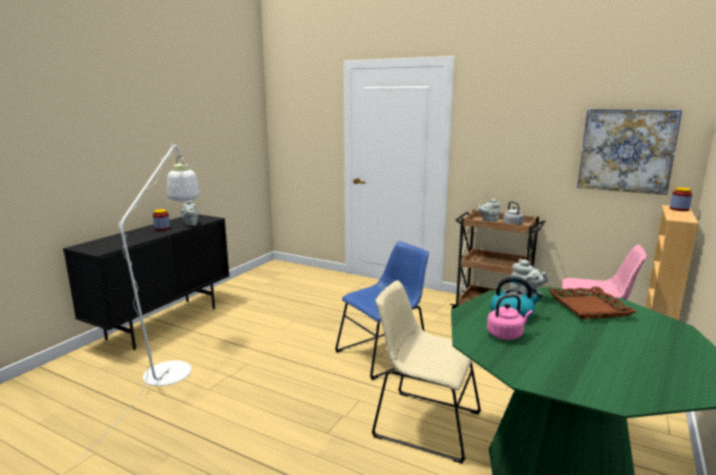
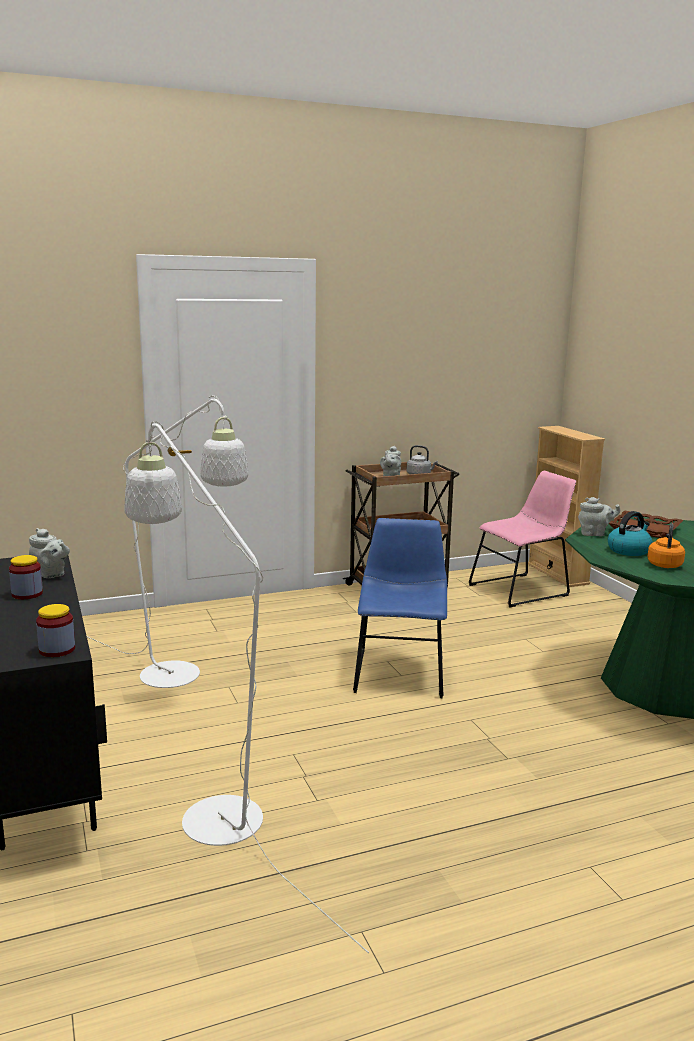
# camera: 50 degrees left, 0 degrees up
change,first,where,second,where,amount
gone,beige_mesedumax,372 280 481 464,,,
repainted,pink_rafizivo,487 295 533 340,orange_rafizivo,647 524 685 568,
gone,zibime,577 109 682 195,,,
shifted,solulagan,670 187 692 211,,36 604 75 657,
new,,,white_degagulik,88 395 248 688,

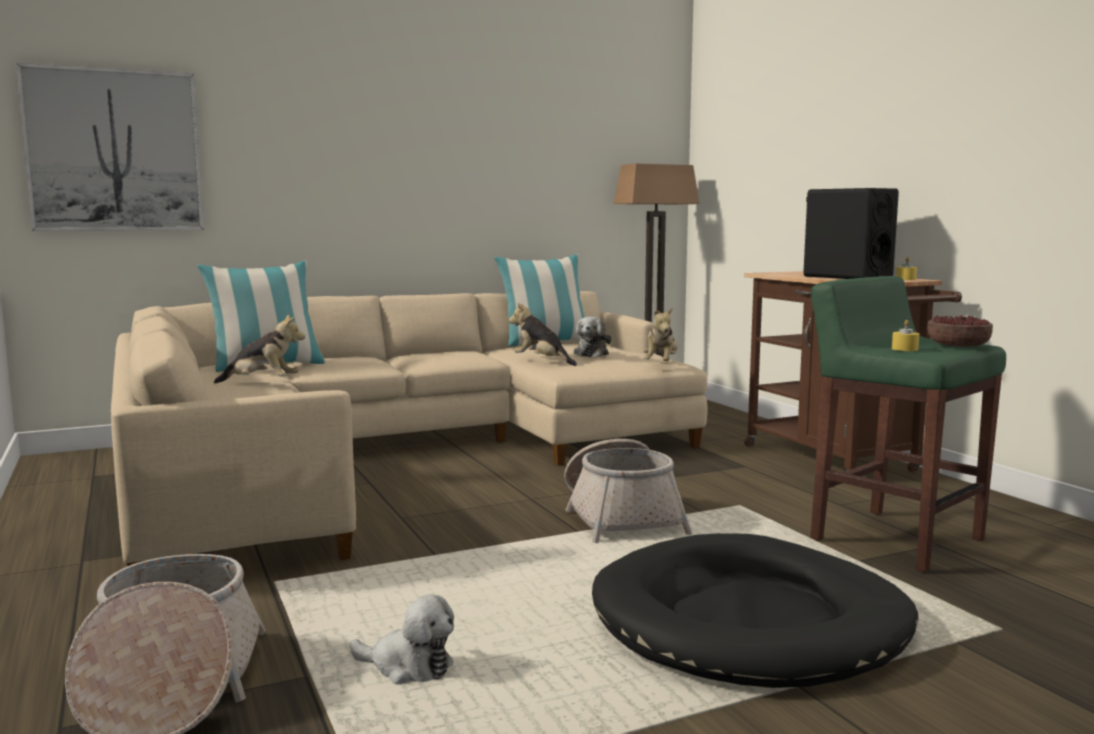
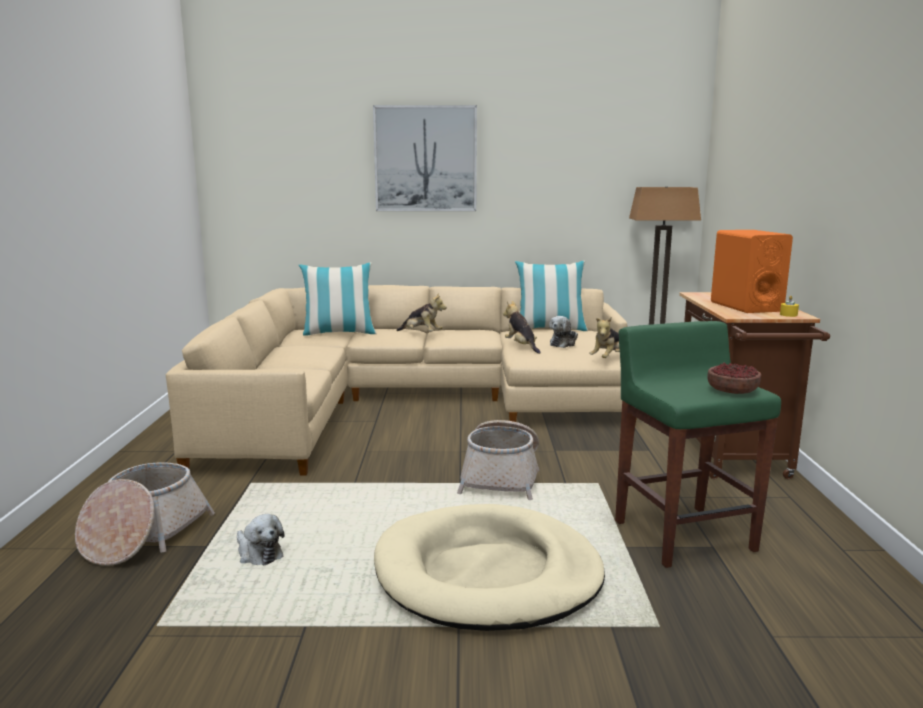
# camera: 25 degrees right, 5 degrees up
change,first,where,second,where,amount
shifted,zibime,16 63 204 231,,373 105 477 211,
shifted,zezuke,214 314 305 384,,396 293 447 331,
repainted,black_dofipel,592 533 918 688,beige_dofipel,374 504 605 631,
repainted,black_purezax,803 188 899 279,orange_purezax,711 230 793 313,
gone,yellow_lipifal,892 320 919 351,,,

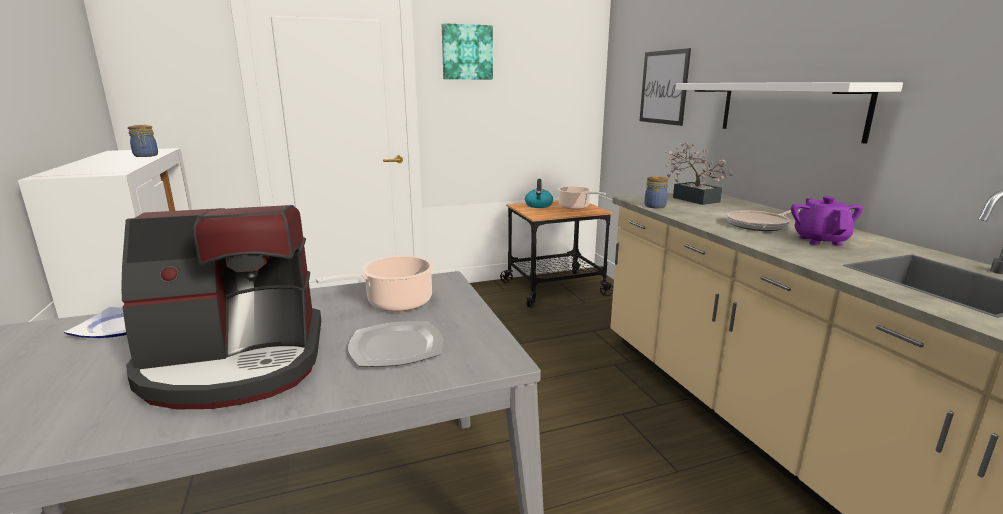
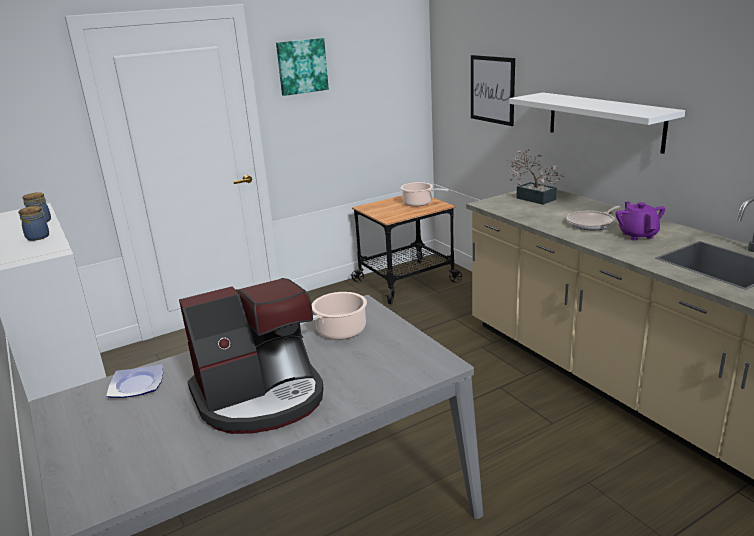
# camera: 10 degrees left, 5 degrees up
change,first,where,second,where,amount
gone,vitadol,348 321 443 367,,,
gone,rafizivo,525 179 553 208,,,
shifted,solulagan,644 176 668 209,,18 206 49 241,

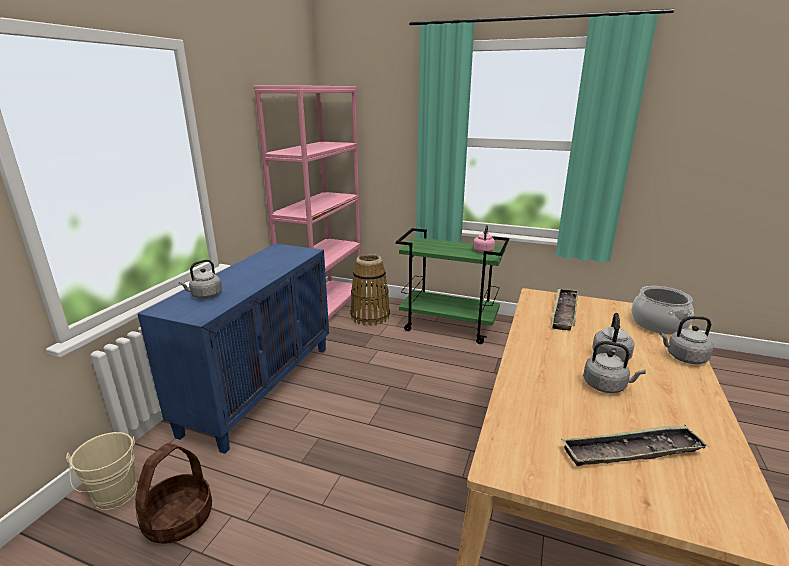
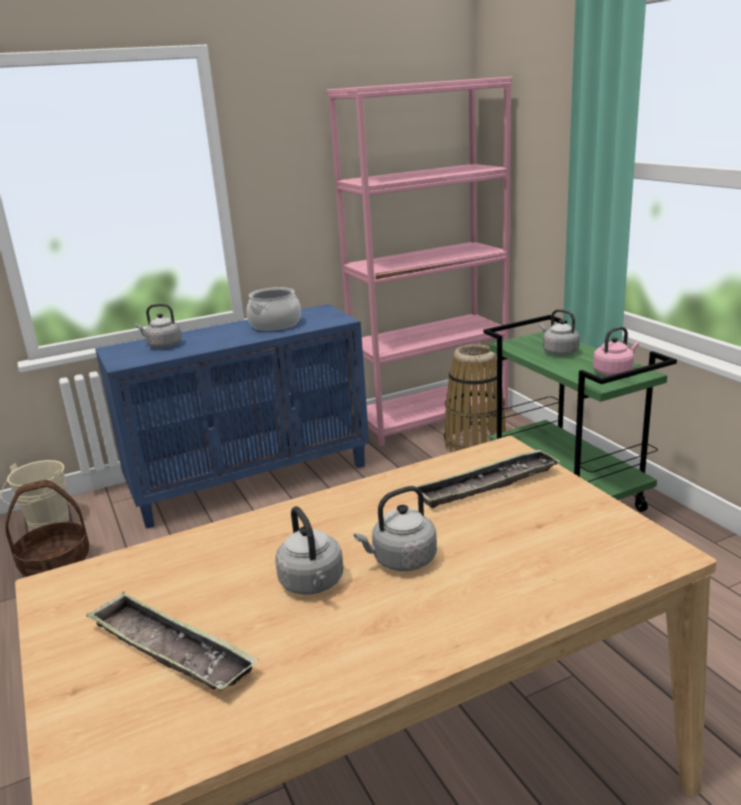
# camera: 45 degrees right, 0 degrees up
change,first,where,second,where,amount
shifted,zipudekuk,631 286 694 335,,247 287 301 331,
shifted,grey_rafizivo,660 316 713 364,,540 309 580 355,

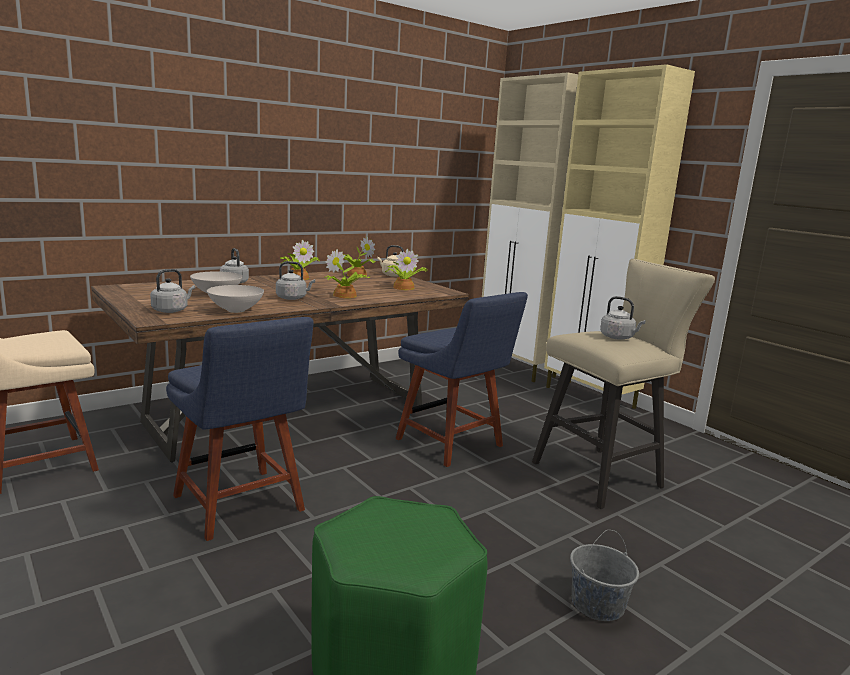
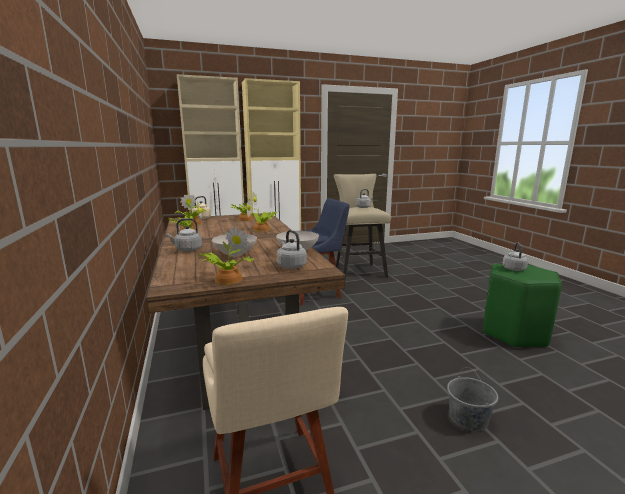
# camera: 70 degrees left, 0 degrees up
change,first,where,second,where,amount
gone,blue_mesedumax,166 317 314 541,,,
shifted,grey_rafizivo,276 261 315 300,,502 243 528 271,
shifted,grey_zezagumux,570 530 639 621,,447 367 498 431,
new,,,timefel,199 226 254 285,

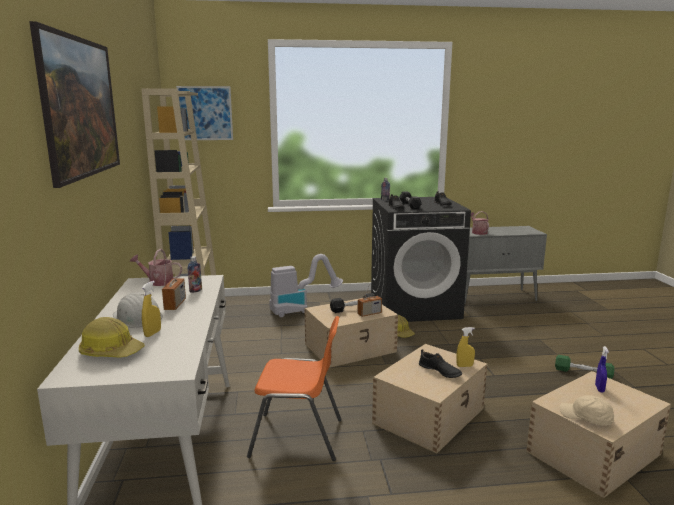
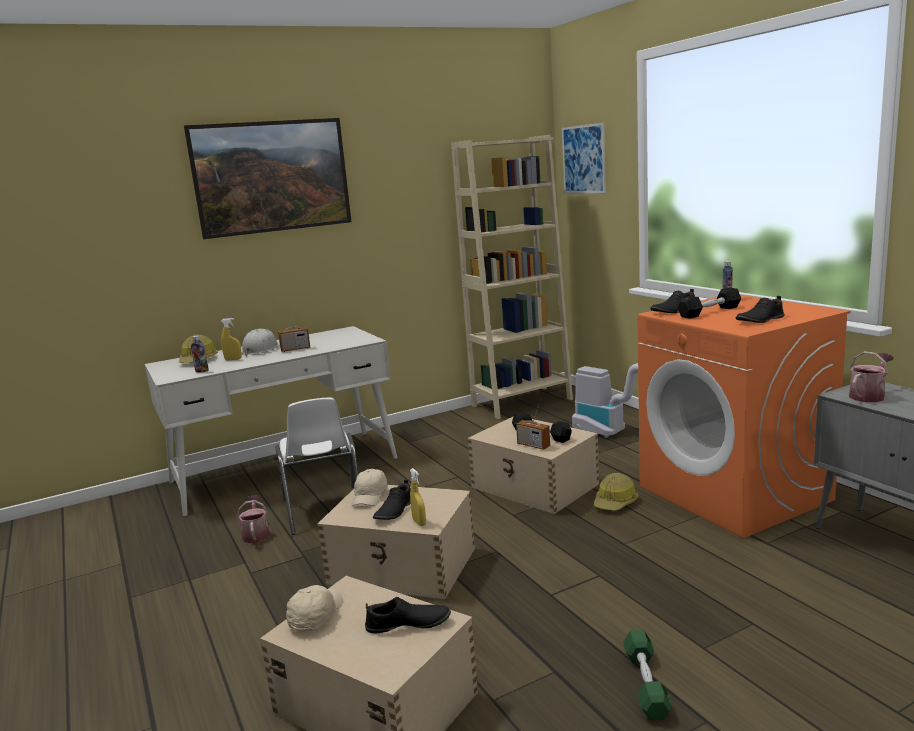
# camera: 70 degrees right, 0 degrees up
change,first,where,second,where,amount
shifted,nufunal,129 249 182 286,,237 496 270 543,
shifted,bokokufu,188 256 202 293,,191 336 209 372,
repainted,orange_mesedumax,247 316 342 461,white_mesedumax,275 398 359 535,
repainted,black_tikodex,371 197 471 322,orange_tikodex,637 295 850 538,
swapped,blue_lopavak,595 346 609 392,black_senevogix,365 597 451 633,
new,,,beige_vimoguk,352 469 388 506,

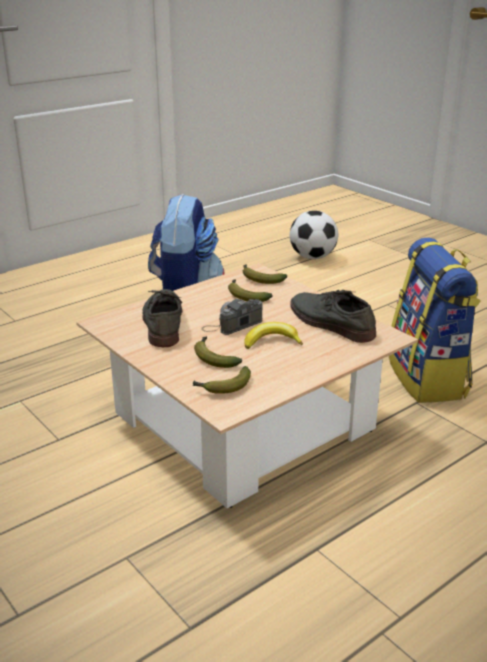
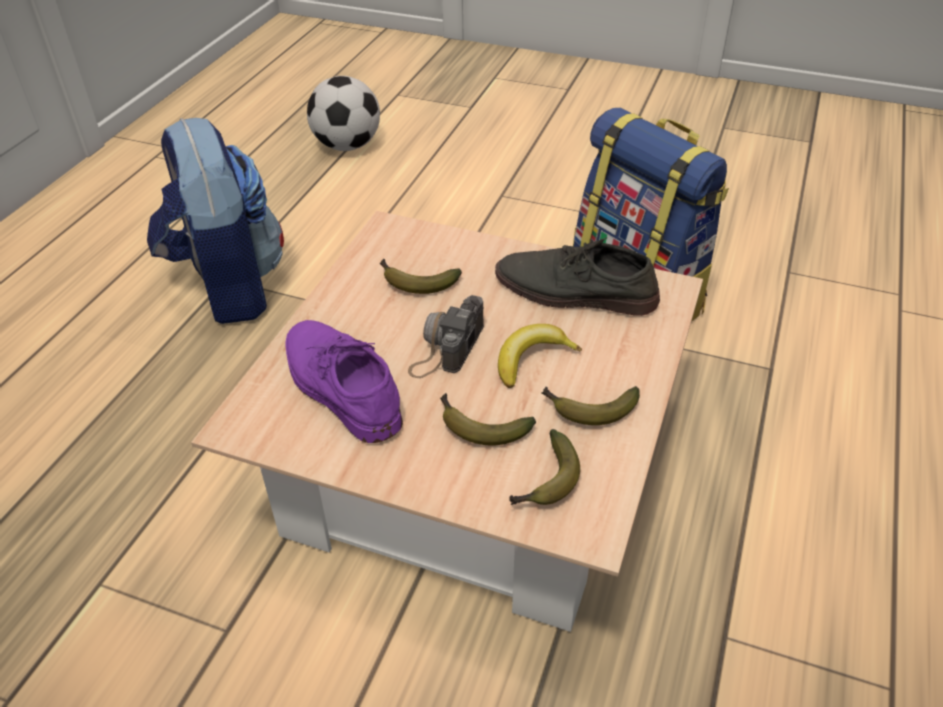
# camera: 30 degrees left, 15 degrees up
change,first,where,second,where,amount
repainted,grey_senevogix,143 289 182 347,purple_senevogix,286 320 403 443,
shifted,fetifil,243 264 287 284,,542 386 640 425,

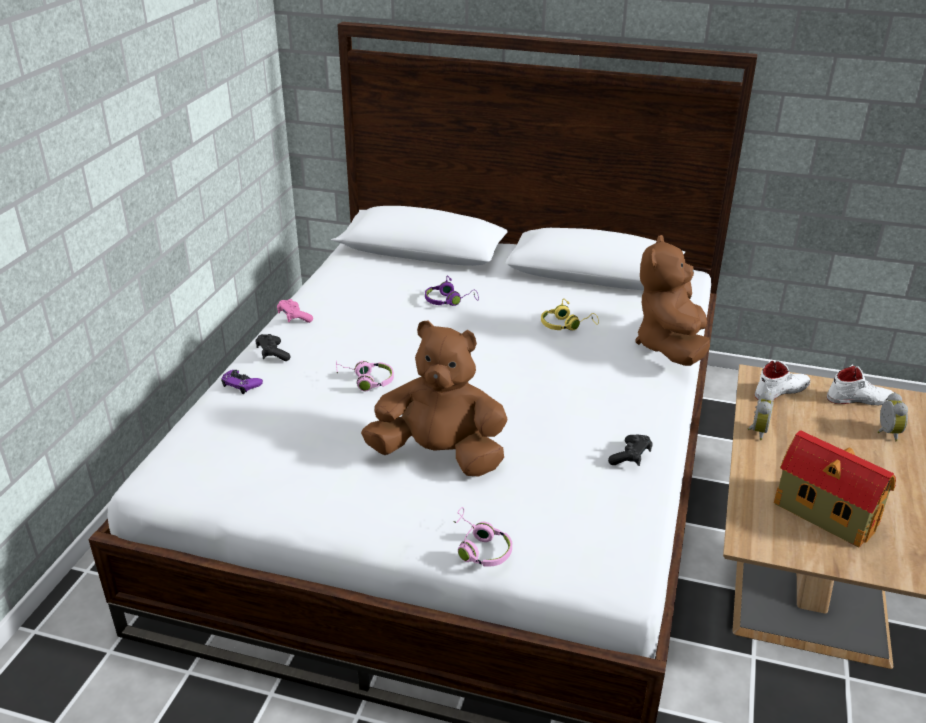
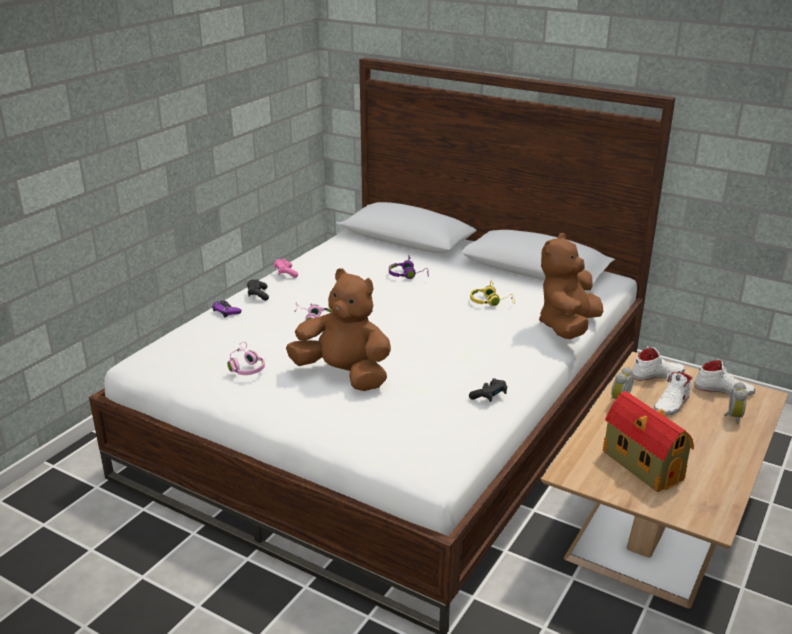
# camera: 15 degrees right, 5 degrees down
change,first,where,second,where,amount
shifted,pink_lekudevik,453 507 512 566,,227 342 265 375,
new,,,white_senevogix,654 372 693 415,

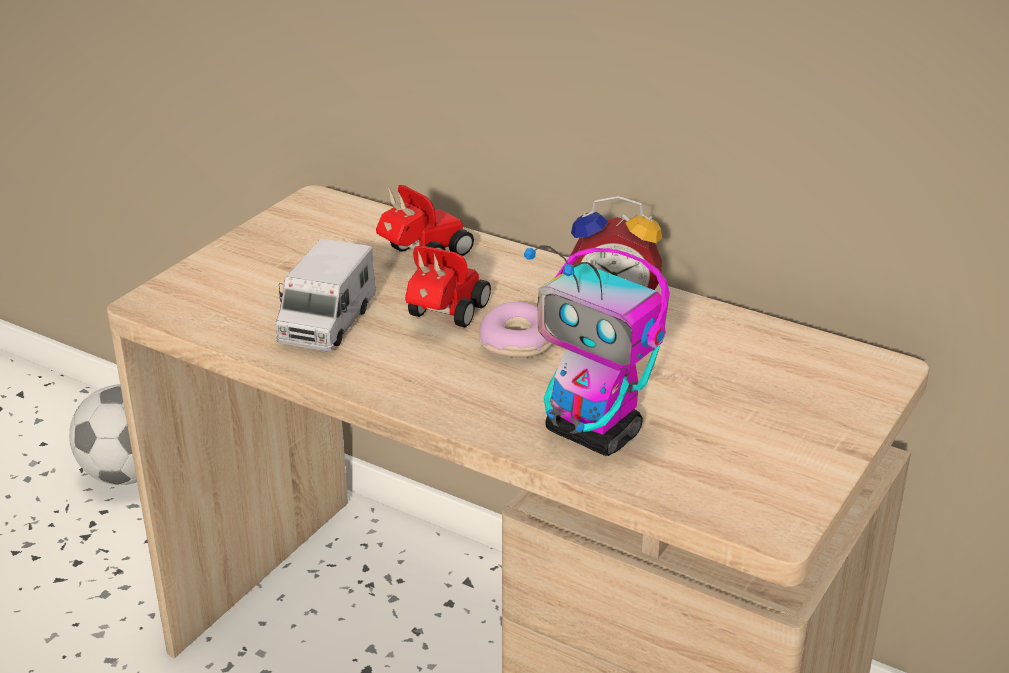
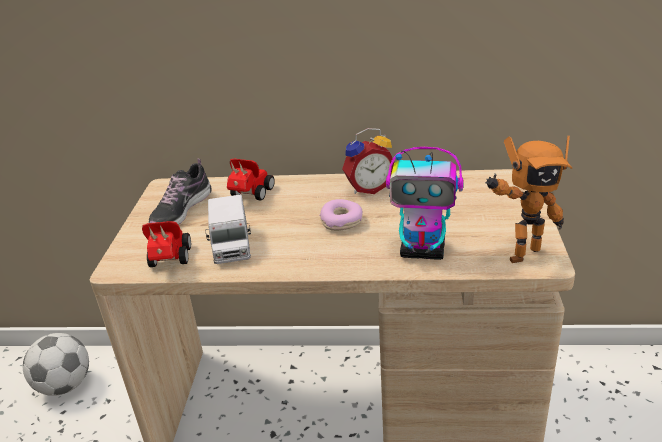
# camera: 25 degrees left, 0 degrees up
change,first,where,second,where,amount
shifted,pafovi,405 246 491 327,,142 221 191 267,
new,,,senevogix,148 159 211 225,
new,,,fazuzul,485 136 572 263,

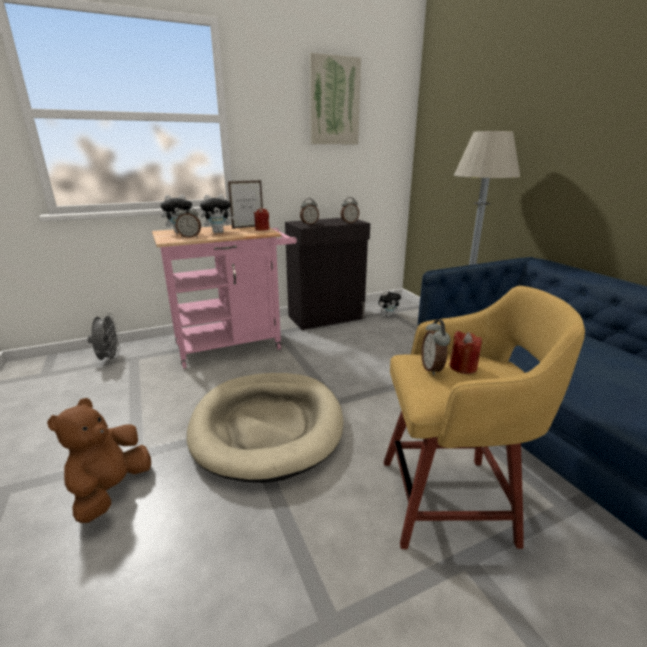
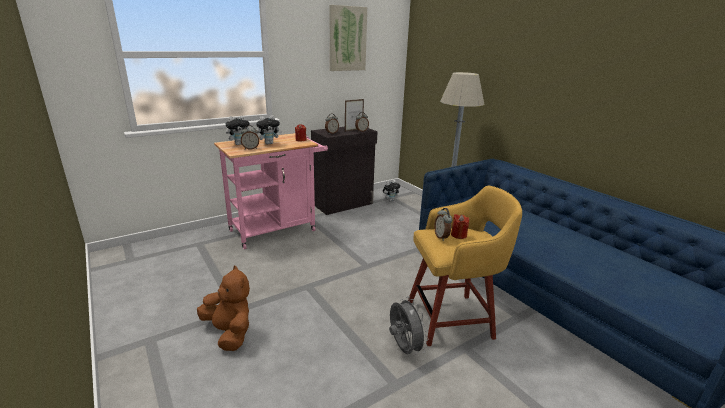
# camera: 10 degrees left, 0 degrees up
change,first,where,second,where,amount
rotated,brown_zezuke,47 398 151 523,,197 265 250 351,135 degrees clockwise
shifted,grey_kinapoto,88 313 120 362,,389 296 429 354,
gone,beige_dofipel,187 373 344 483,,,
shifted,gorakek,228 180 263 229,,345 99 364 131,

